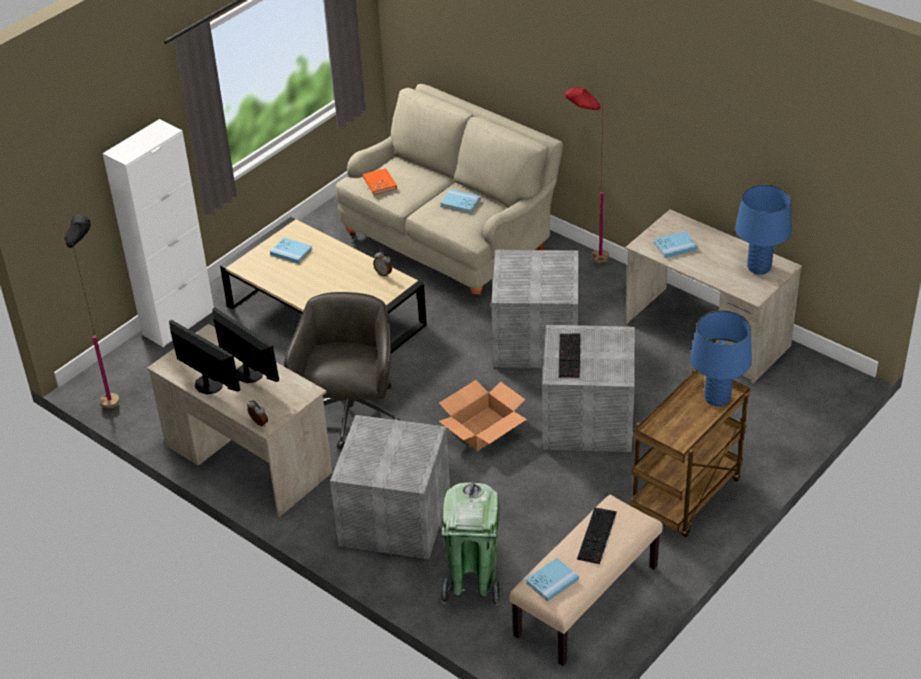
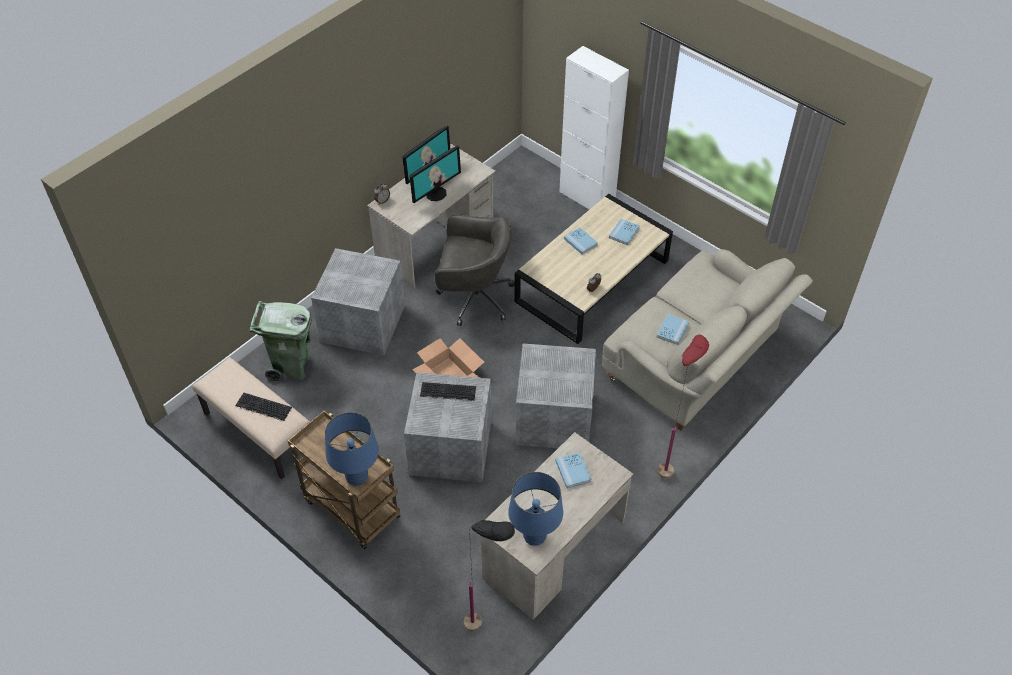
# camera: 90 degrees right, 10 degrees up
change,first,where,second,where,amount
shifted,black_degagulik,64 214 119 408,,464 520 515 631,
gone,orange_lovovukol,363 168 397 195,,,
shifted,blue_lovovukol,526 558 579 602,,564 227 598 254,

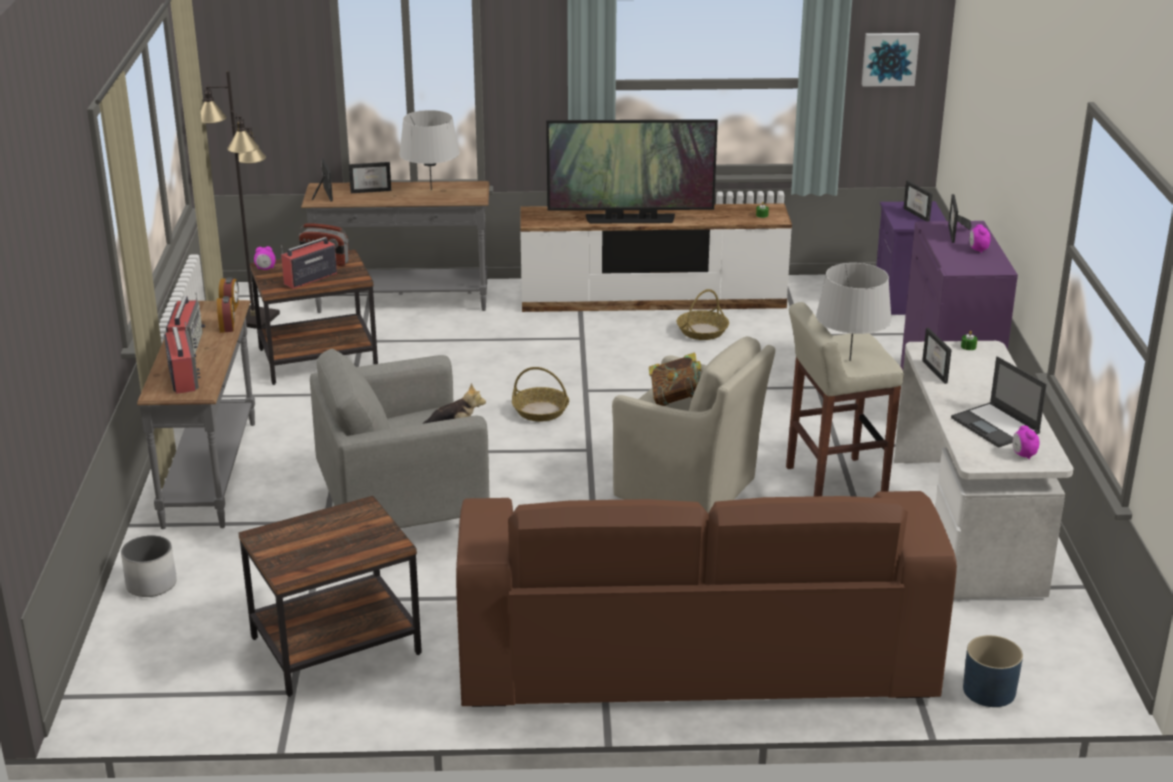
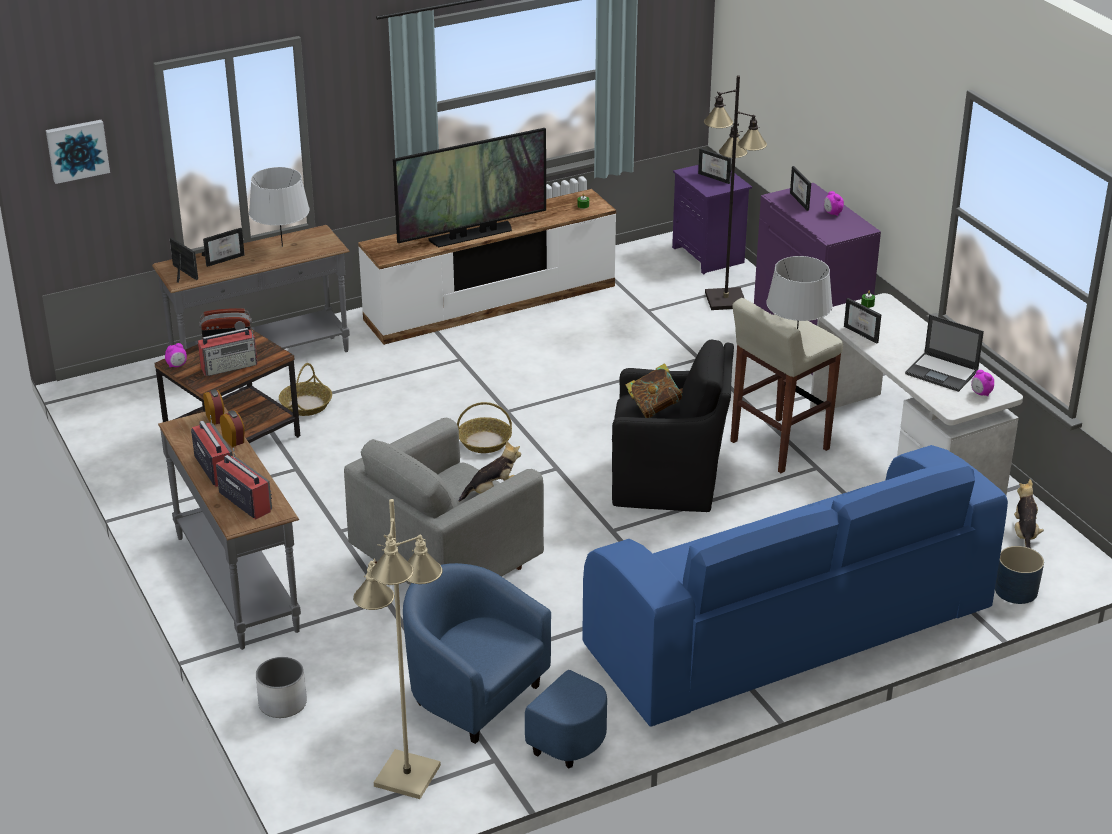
# camera: 25 degrees left, 5 degrees up
change,first,where,second,where,amount
shifted,black_degagulik,201 71 280 329,,704 75 767 310,
swapped,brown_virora,238 496 422 697,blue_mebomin,403 563 607 769,
rotated,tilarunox,281 237 337 289,,198 328 258 376,135 degrees counterclockwise
repainted,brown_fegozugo,456 491 957 707,blue_fegozugo,582 445 1008 727,
repainted,beige_mebomin,612 336 775 513,black_mebomin,612 339 734 512,
shifted,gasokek,677 289 729 340,,279 363 332 416,
shifted,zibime,862 33 920 87,,46 120 110 184,
new,,,beige_degagulik,353 499 442 799,
new,,,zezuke,1014 479 1044 548,

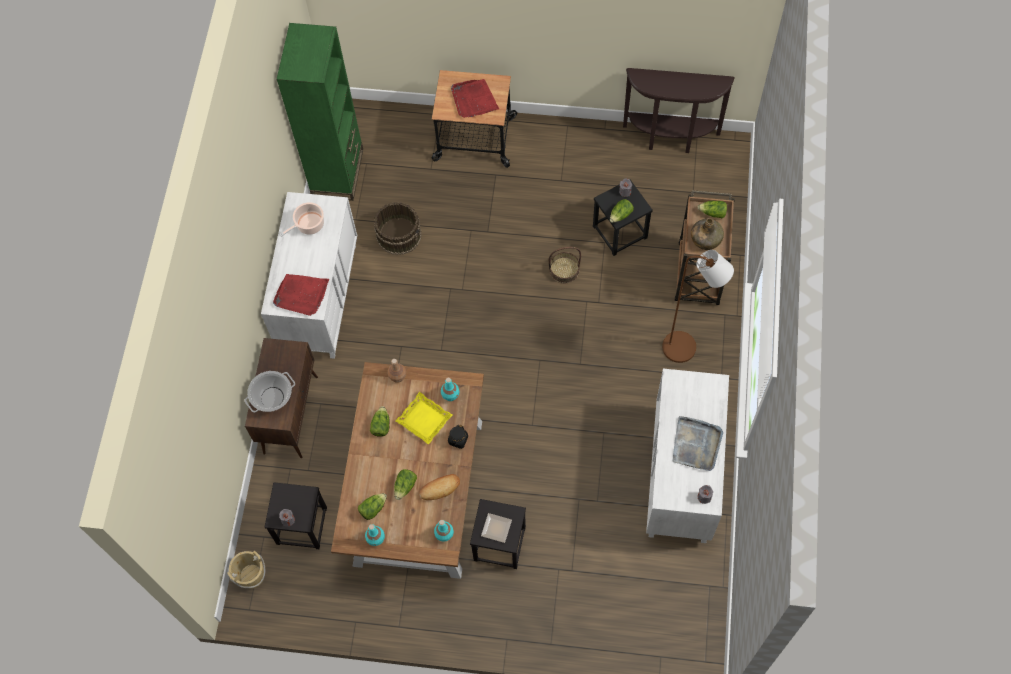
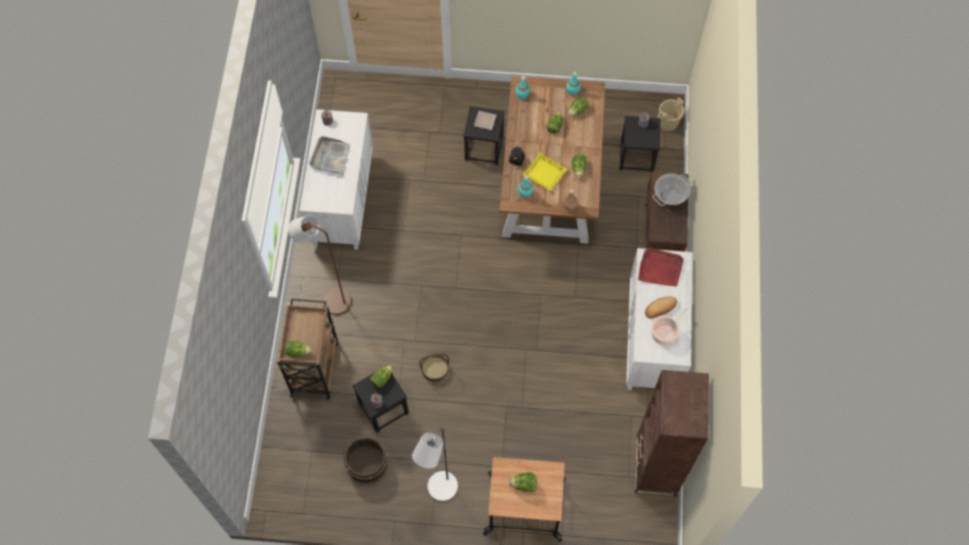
# camera: 175 degrees right, 0 degrees up
change,first,where,second,where,amount
repainted,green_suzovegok,276 23 363 201,brown_suzovegok,635 370 709 497,
shifted,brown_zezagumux,374 202 422 255,,343 436 389 485,
shifted,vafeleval,419 474 460 500,,645 297 677 319,
swapped,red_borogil,451 79 499 118,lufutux,509 472 537 492,
gone,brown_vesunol,623 68 734 153,,,
gone,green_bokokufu,691 218 724 250,,,
new,,,grey_degagulik,412 428 458 502,

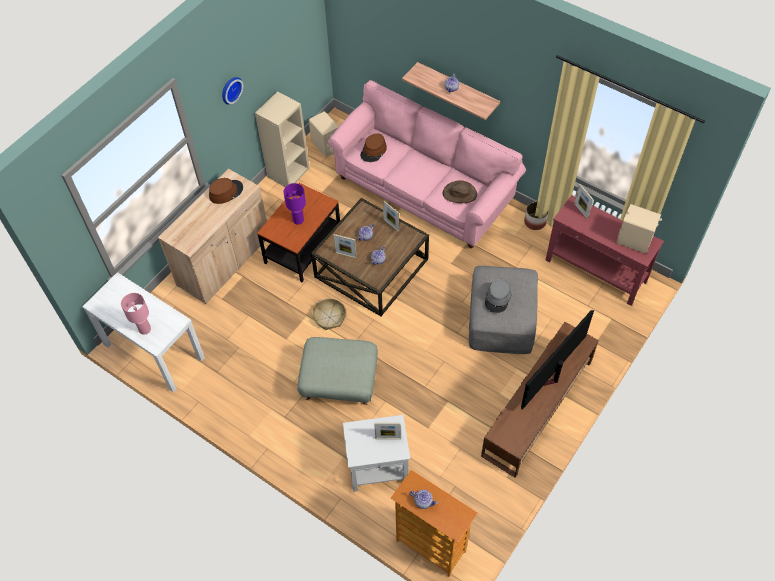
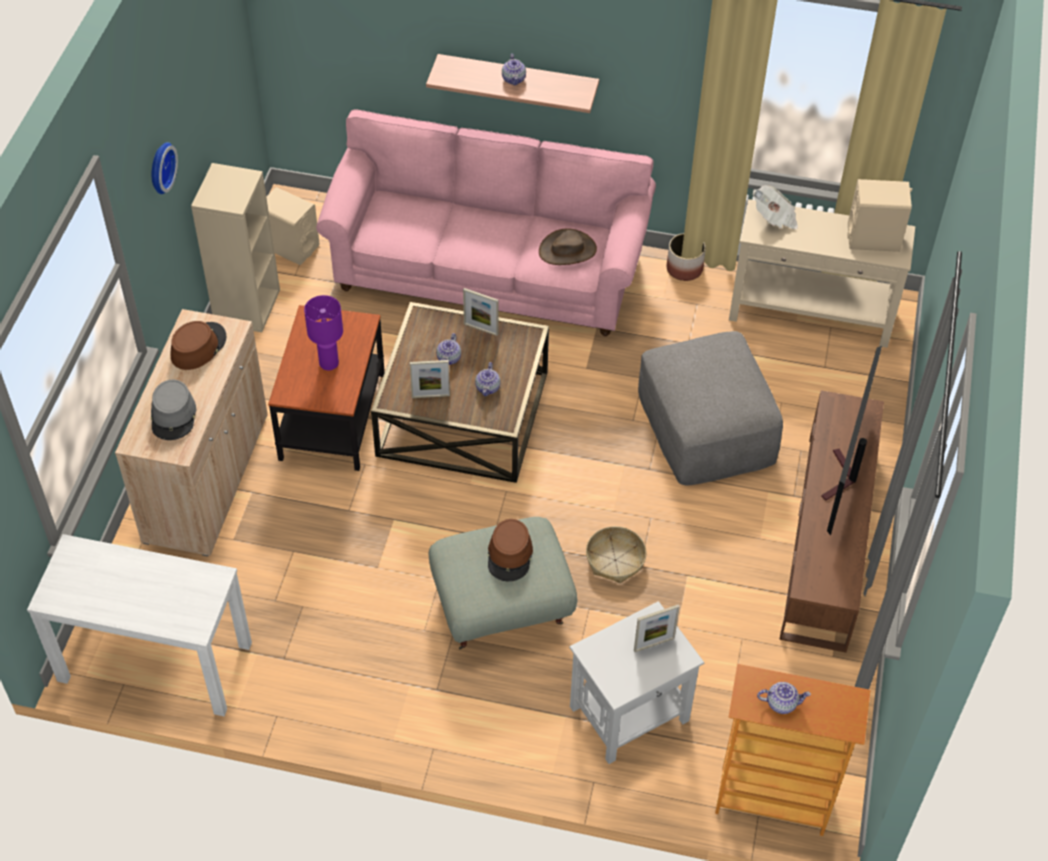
# camera: 25 degrees left, 5 degrees down
change,first,where,second,where,amount
gone,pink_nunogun,121 293 151 335,,,
shifted,gasokek,312 298 346 330,,586 526 647 583,
shifted,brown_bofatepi,360 133 387 162,,488 519 533 581,
shifted,grey_bofatepi,485 279 511 313,,151 380 196 440,
repainted,red_vesunol,546 195 664 306,beige_vesunol,729 199 915 348,
swapped,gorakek,574 184 593 219,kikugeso,753 185 798 230,

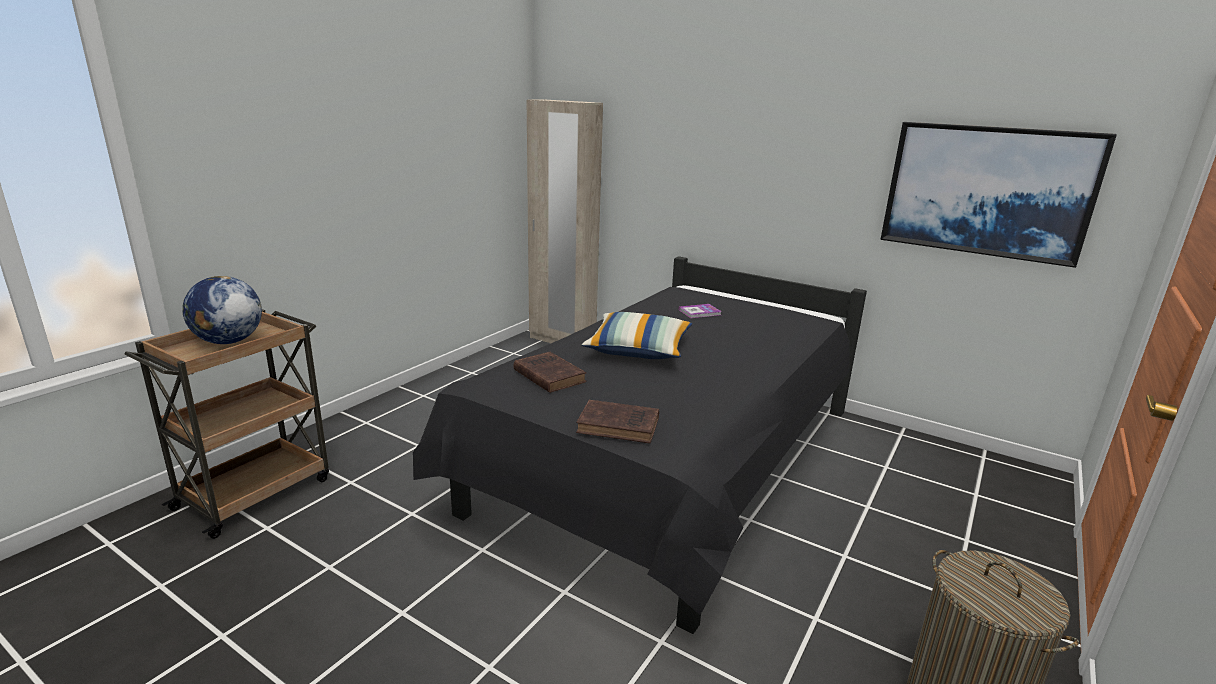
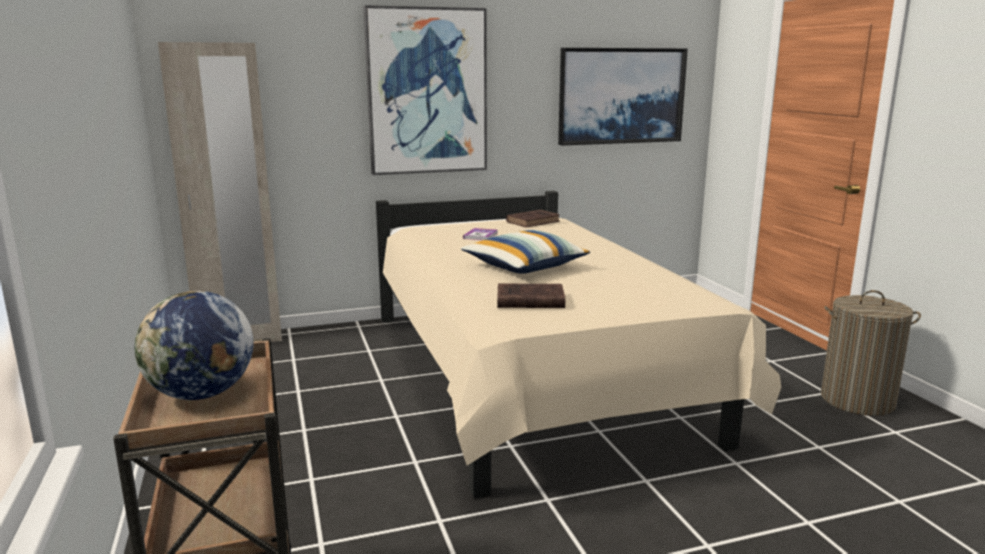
# camera: 50 degrees left, 5 degrees down
change,first,where,second,where,amount
repainted,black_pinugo,413 256 867 634,beige_pinugo,376 191 781 499,
shifted,brown_lovovukol,576 400 659 444,,506 210 560 227,
new,,,zibime,363 5 487 175,

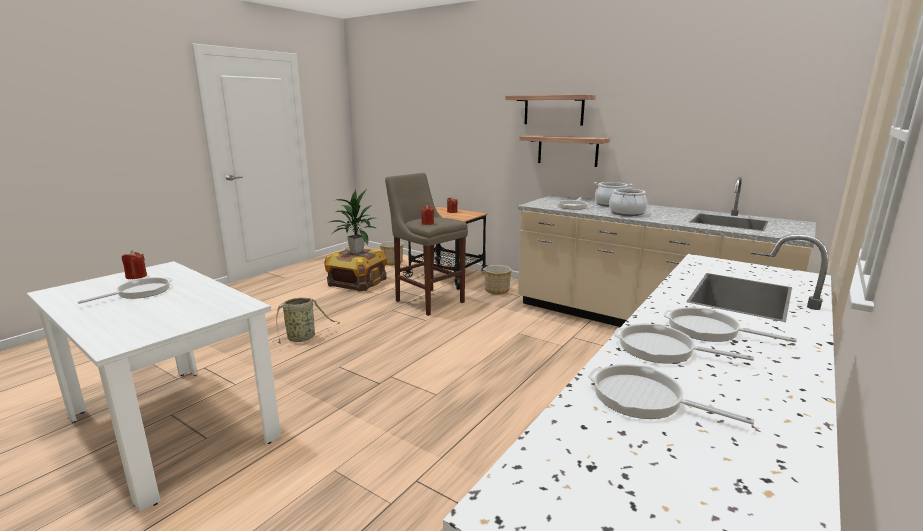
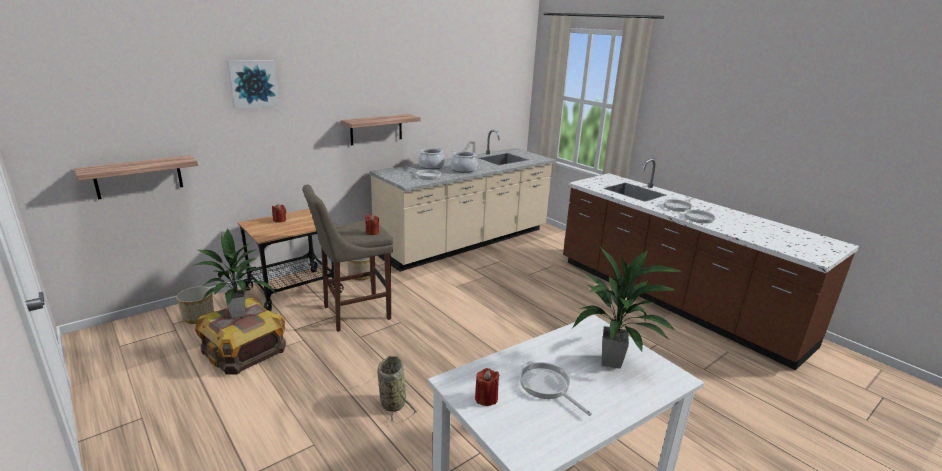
# camera: 75 degrees left, 5 degrees up
change,first,where,second,where,amount
shifted,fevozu,505 95 596 125,,74 155 198 199,
gone,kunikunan,588 364 755 425,,,
new,,,zibime,227 60 280 109,
new,,,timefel,572 247 680 369,

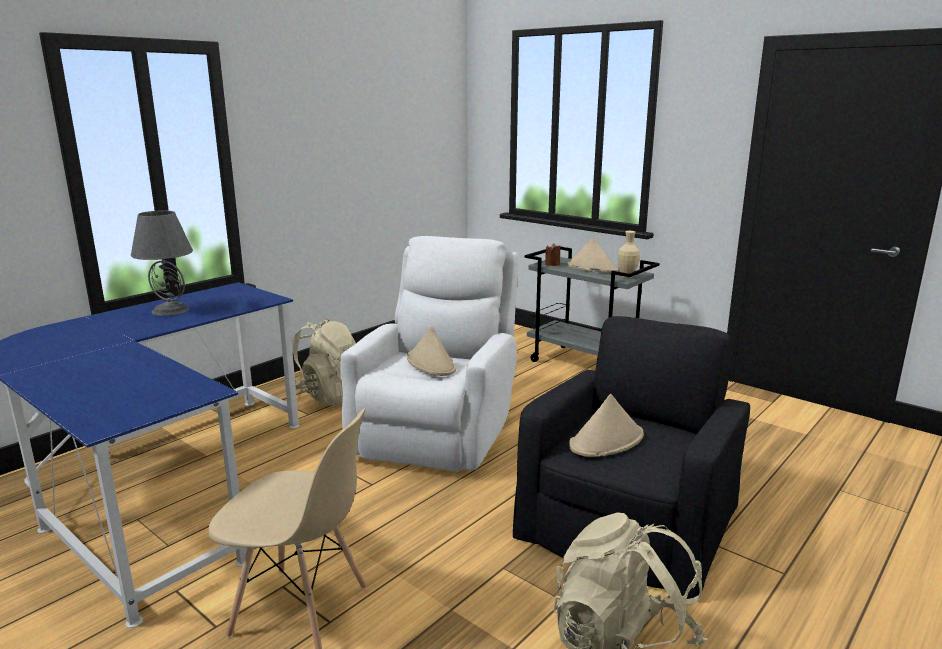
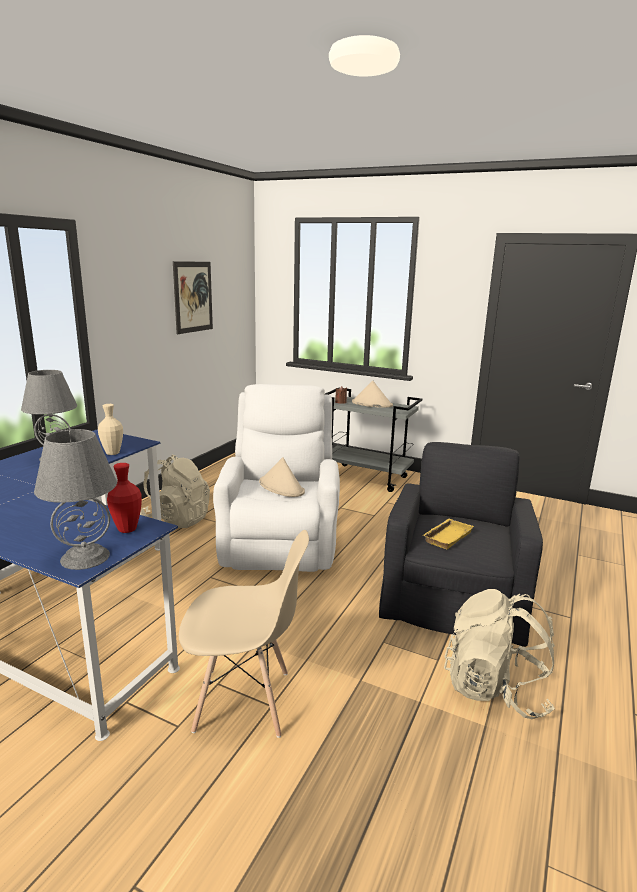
# camera: 15 degrees left, 0 degrees up
change,first,where,second,where,amount
swapped,beige_bofatepi,569 394 644 457,yellow_borogil,423 519 474 549,
shifted,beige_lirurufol,618 231 640 279,,98 404 123 455,
new,,,grey_nunogun,34 429 117 570,
new,,,red_lirurufol,107 463 142 533,
new,,,zibime,173 261 213 334,

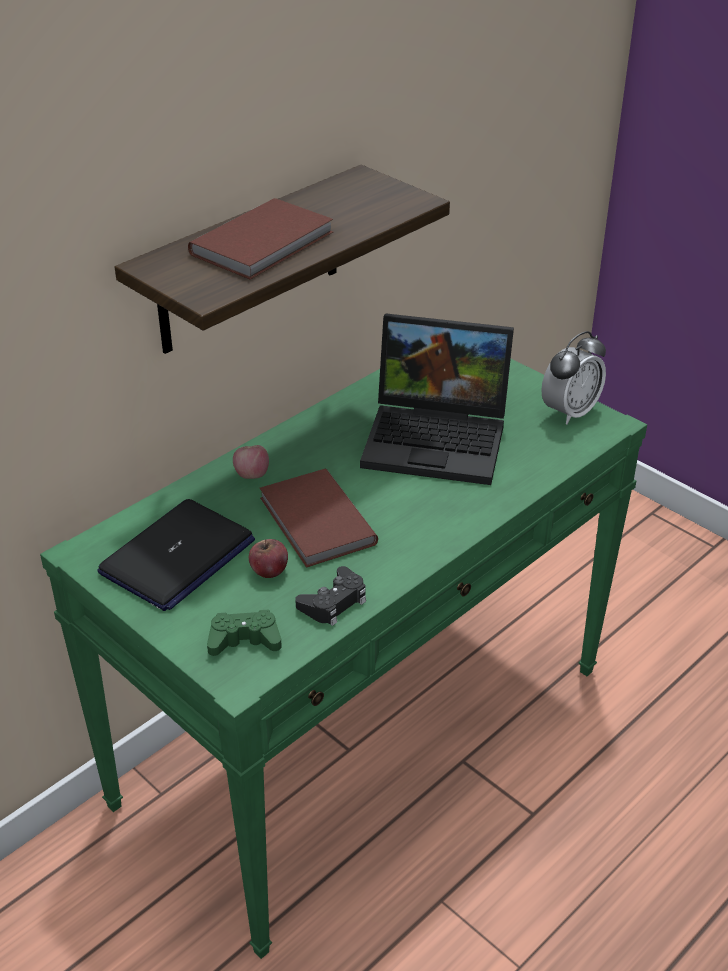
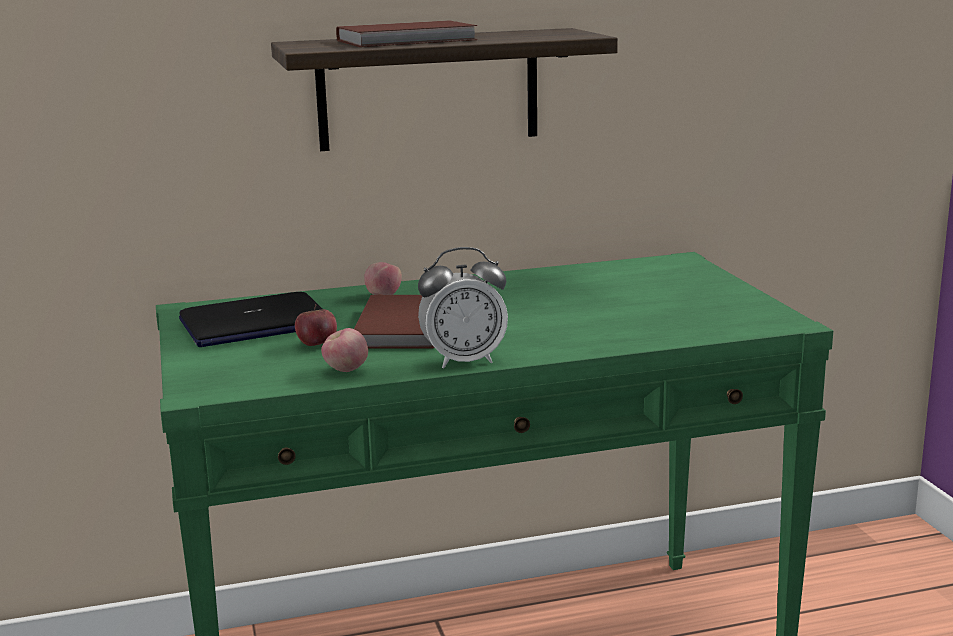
# camera: 30 degrees right, 20 degrees down
change,first,where,second,where,amount
gone,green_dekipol,207 609 282 656,,,
swapped,black_dekipol,295 566 366 626,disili,321 328 368 372,
gone,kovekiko,360 313 514 485,,,
shifted,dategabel,541 331 606 425,,418 247 508 369,

